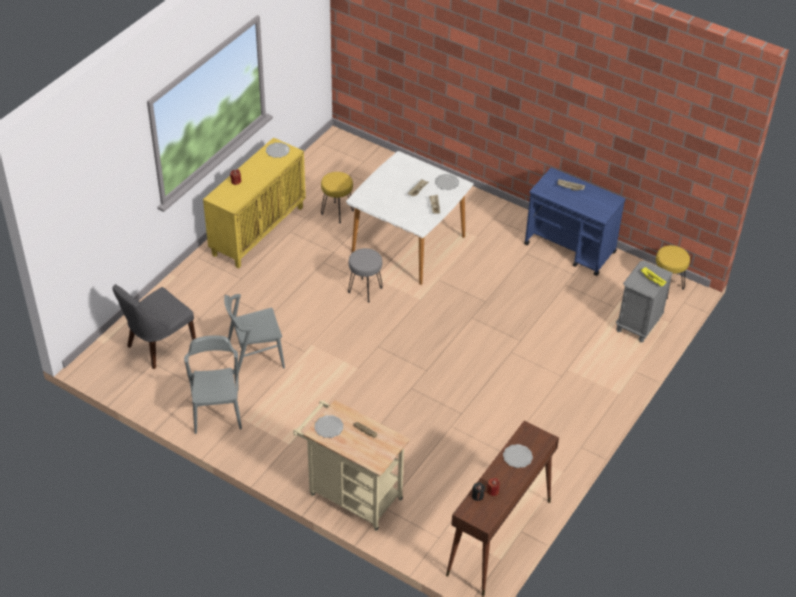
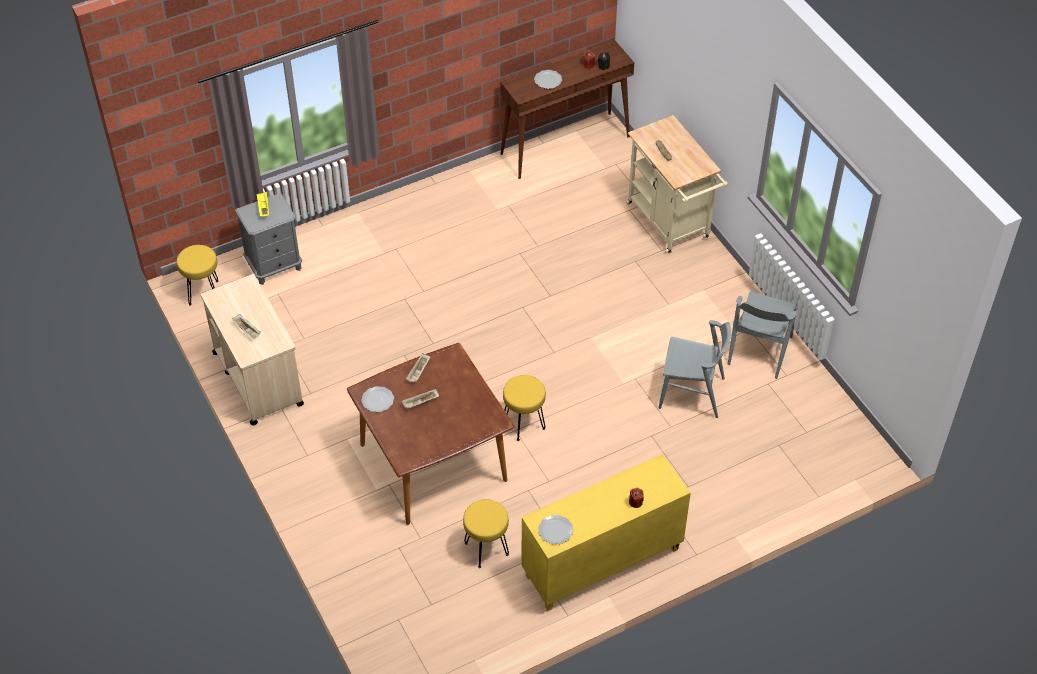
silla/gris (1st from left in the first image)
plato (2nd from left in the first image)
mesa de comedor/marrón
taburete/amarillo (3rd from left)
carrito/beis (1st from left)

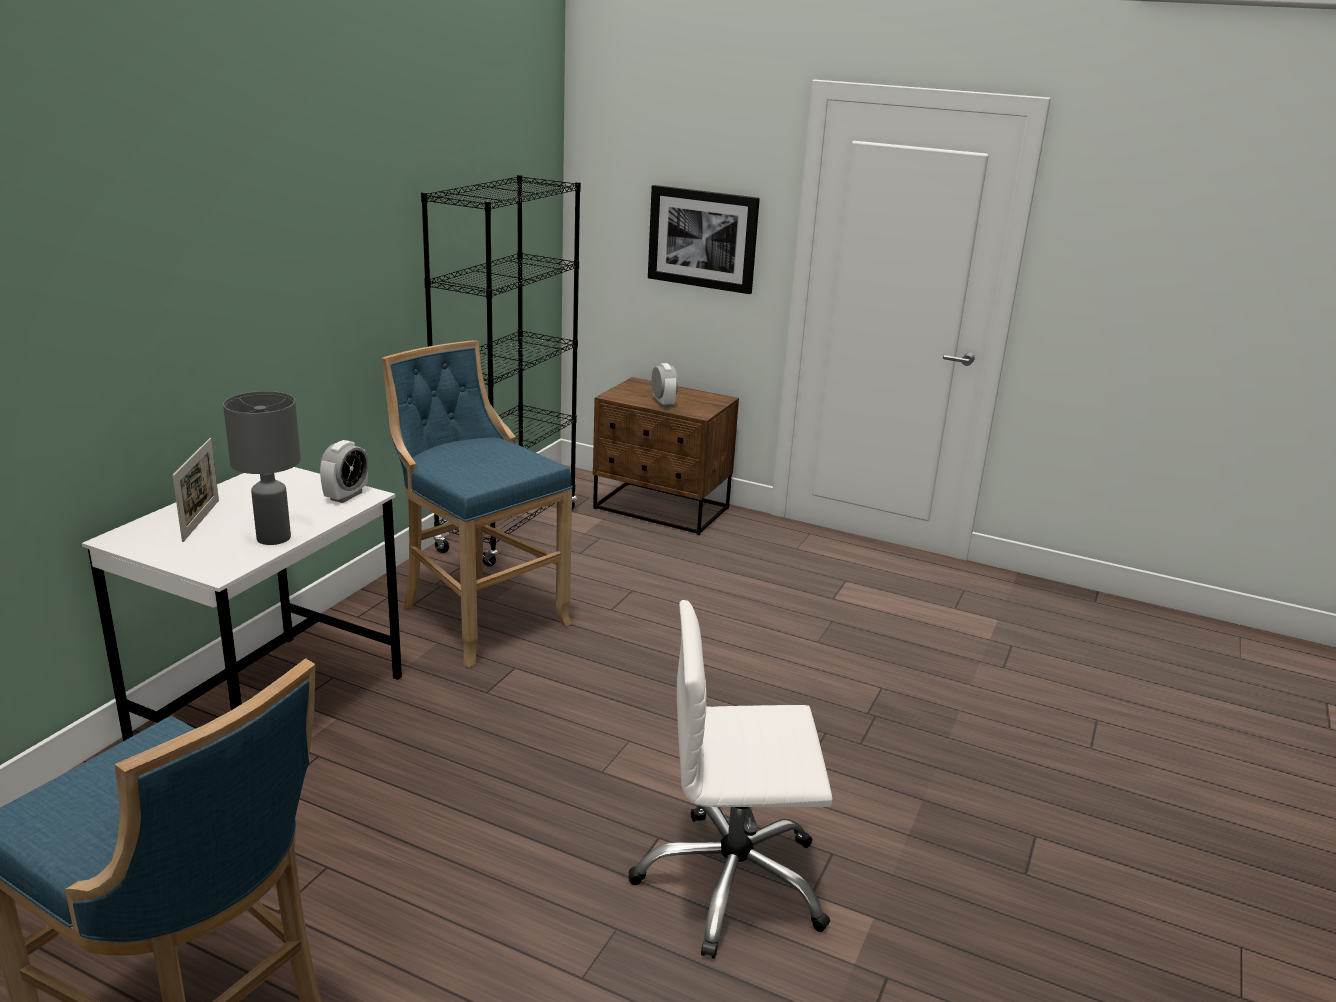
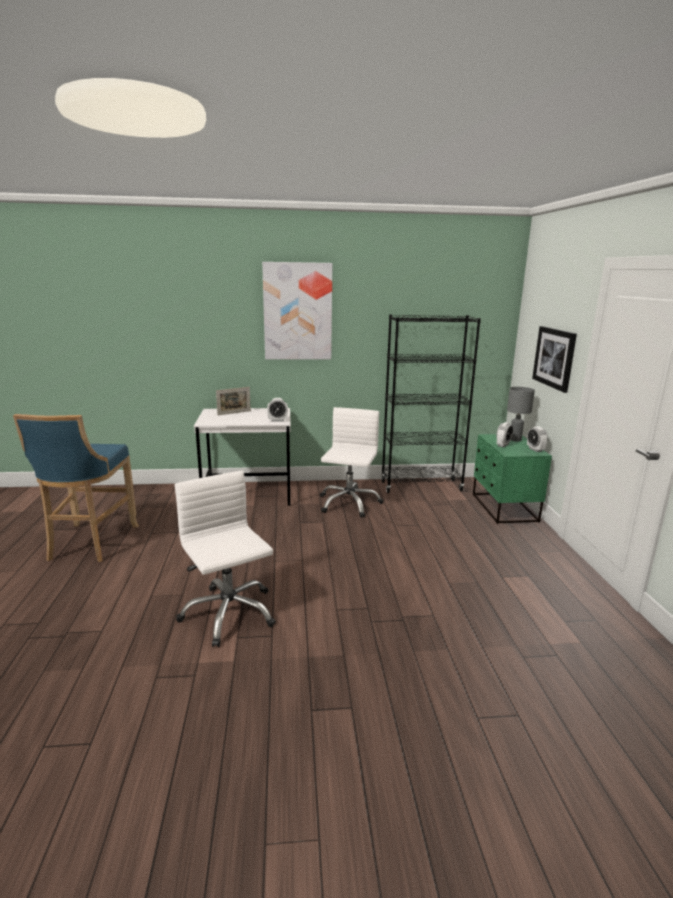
lámpara de mesa/gris
silla de oficina/blanco (2nd from left)
mesita de noche/verde
cuadro (1st from left)
despertador (3rd from left)

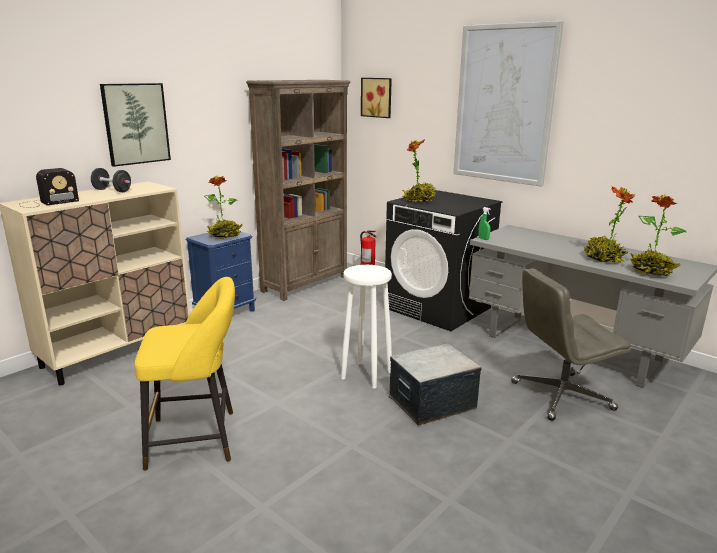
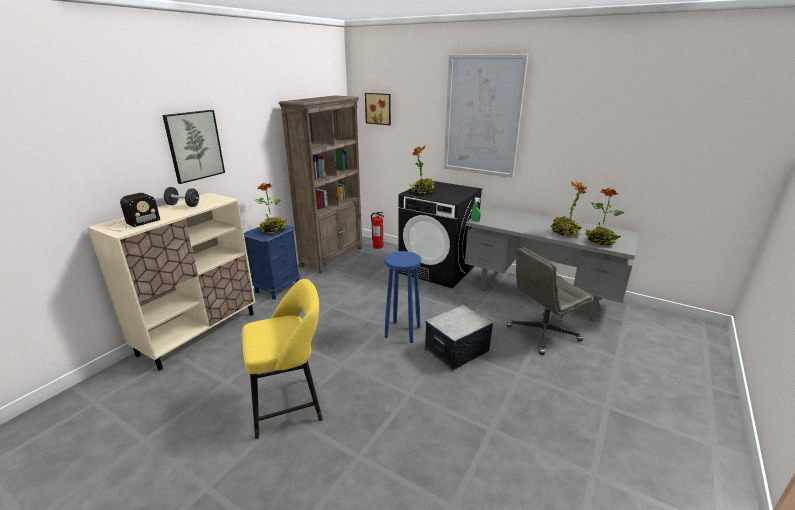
taburete/azul

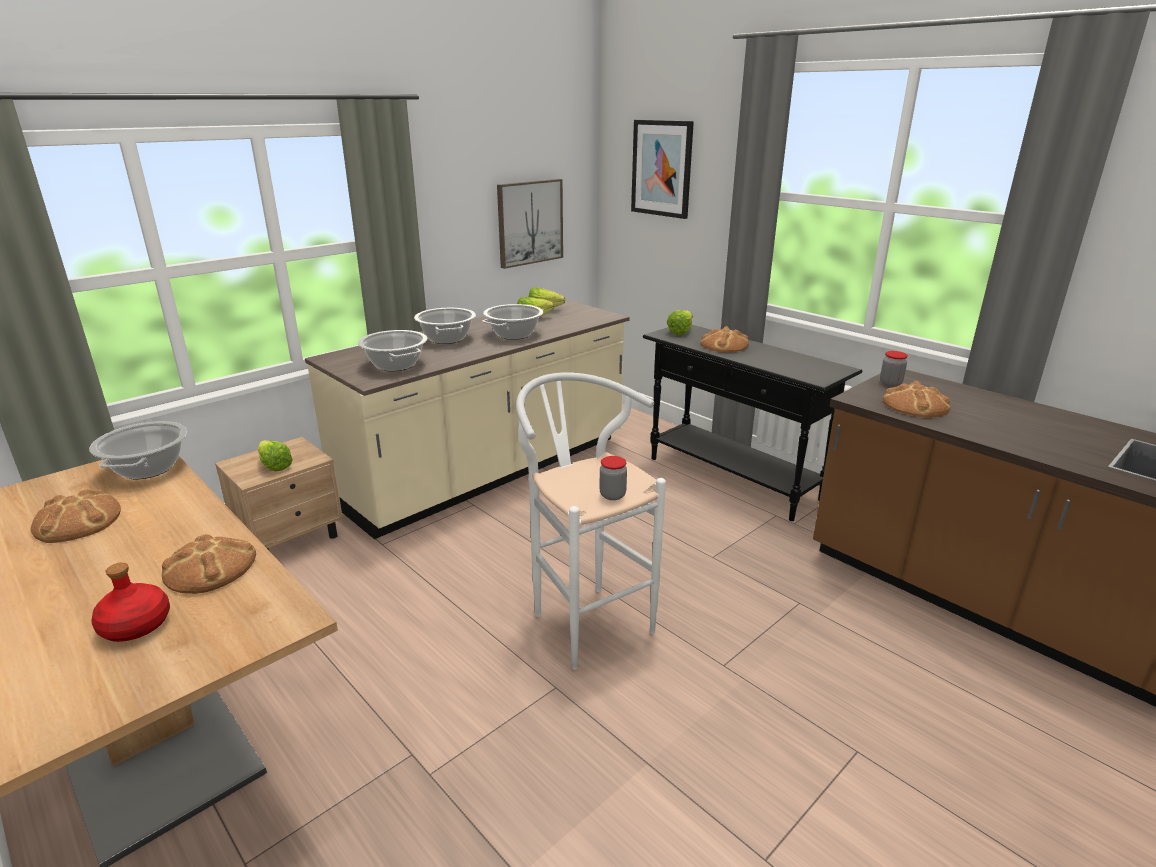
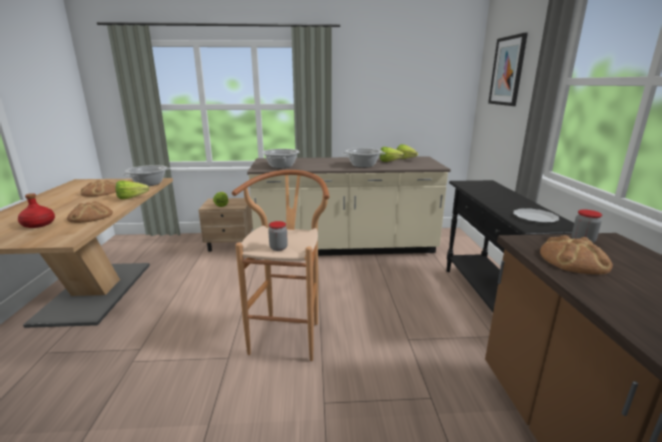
olla (3rd from left in the first image)
cuadro (1st from left in the first image)
taburete/marrón
lechuga (1st from left)
pan (3rd from left in the first image)
plato

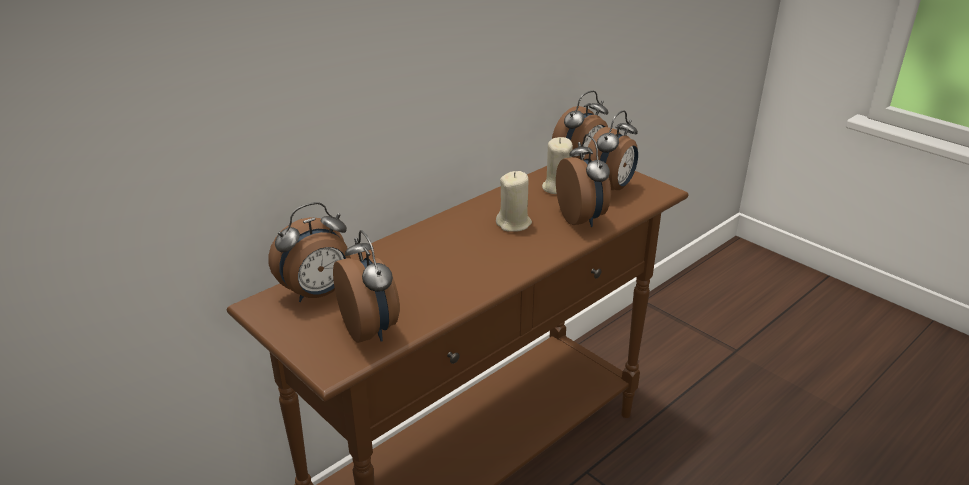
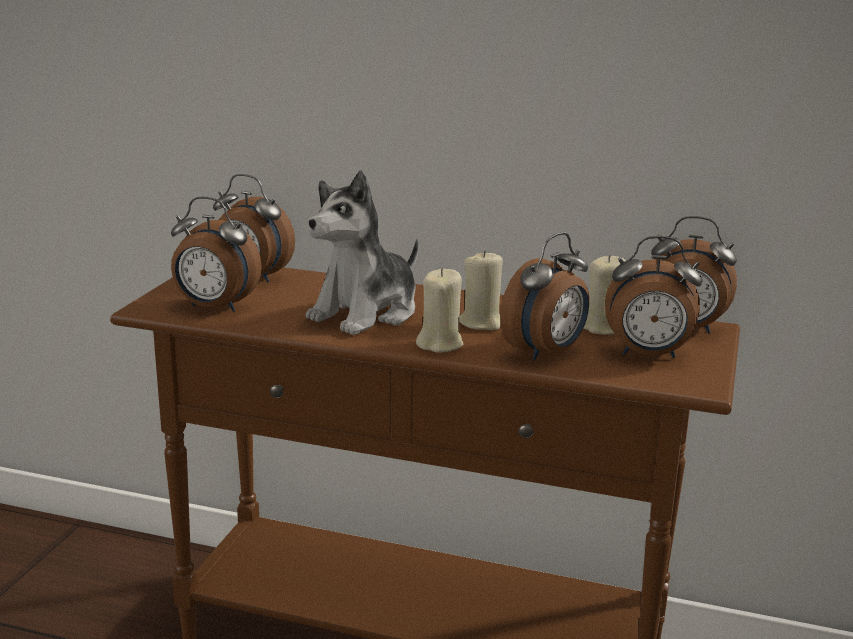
despertador (1st from left)
peluche
vela/beis (1st from left)

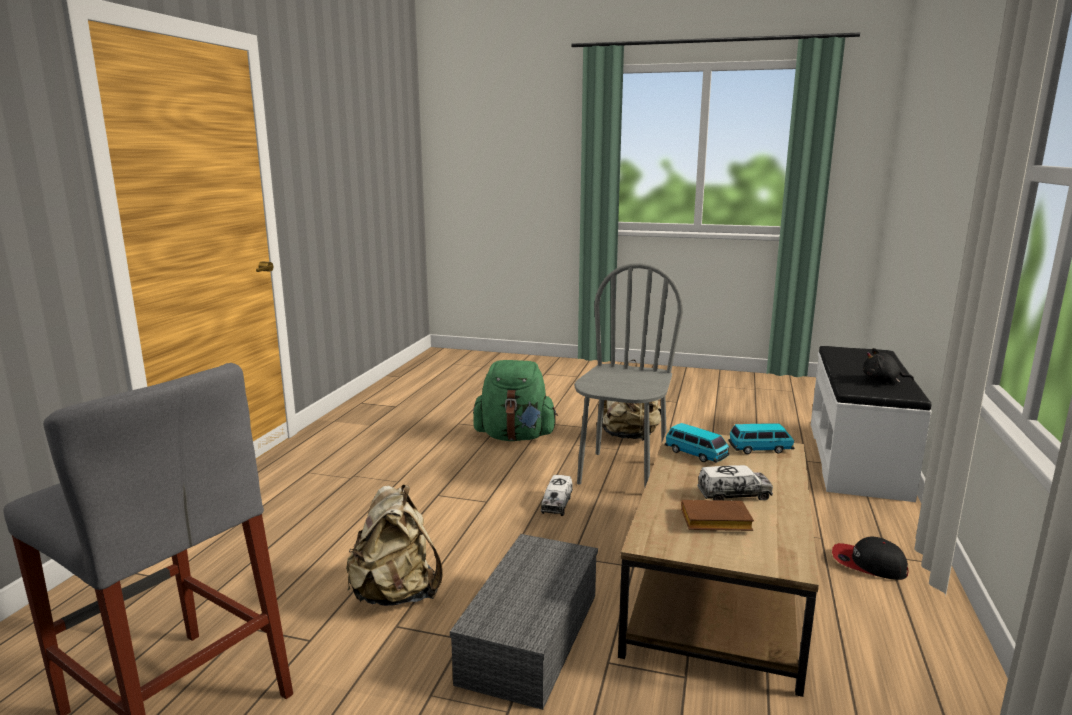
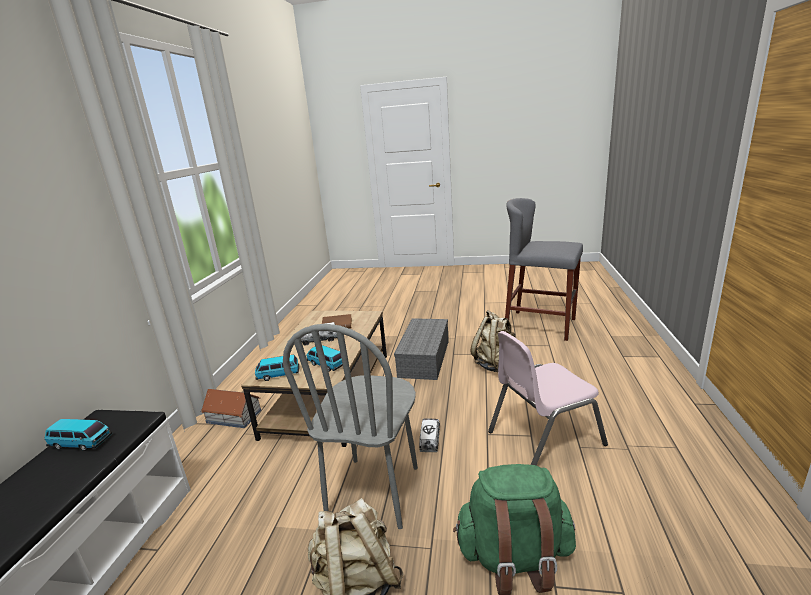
casita
coche de juguete (1st from left)
silla/rosa

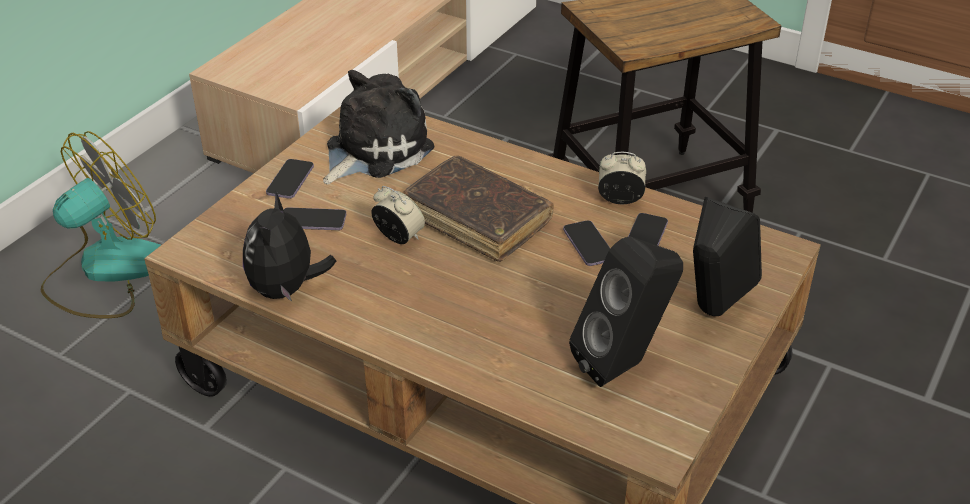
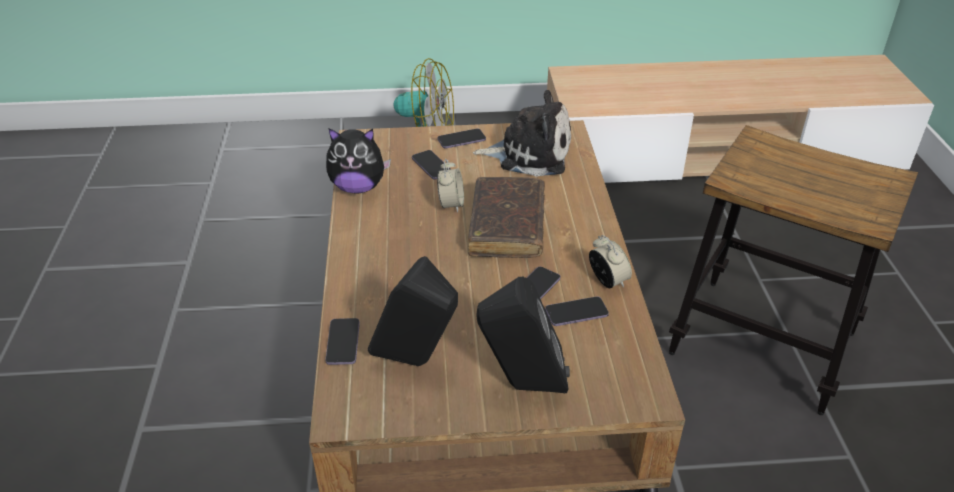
peluche (1st from left)
móvil (1st from left)

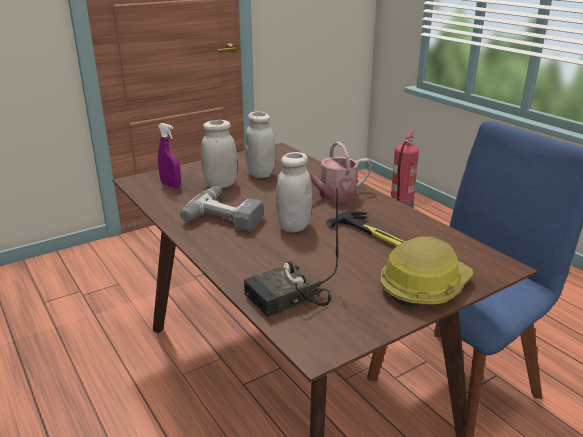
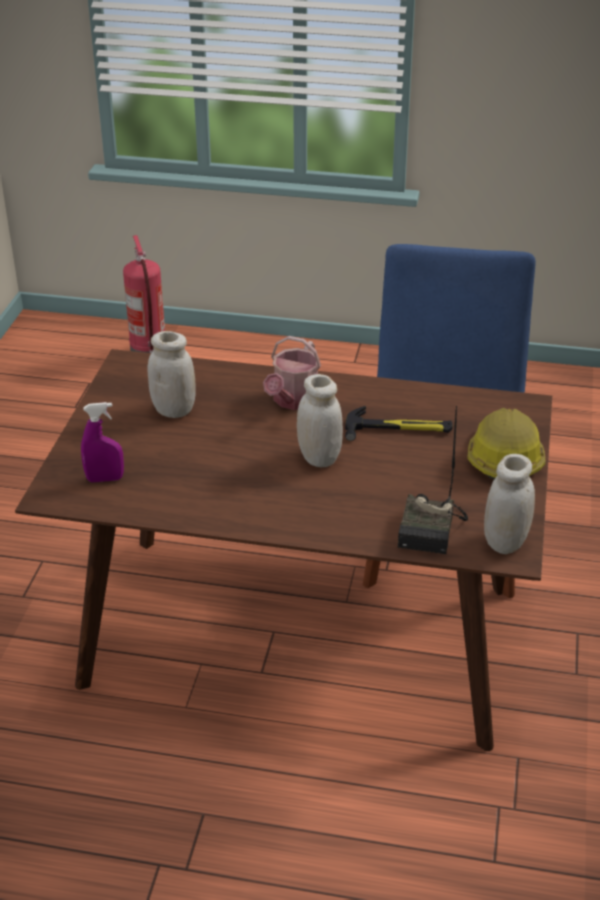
taladro
tarro/blanco (3rd from left)

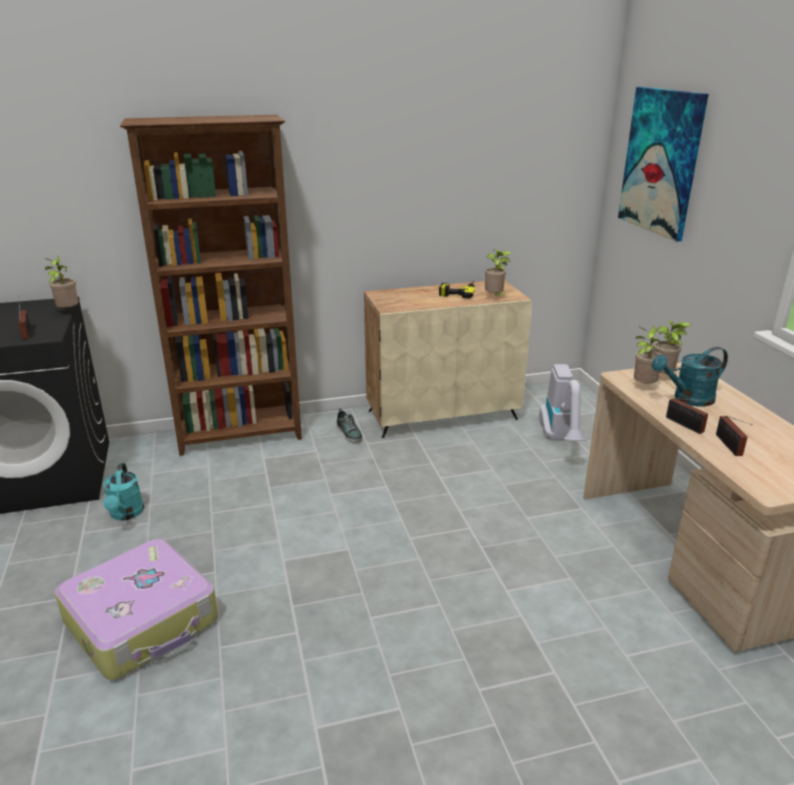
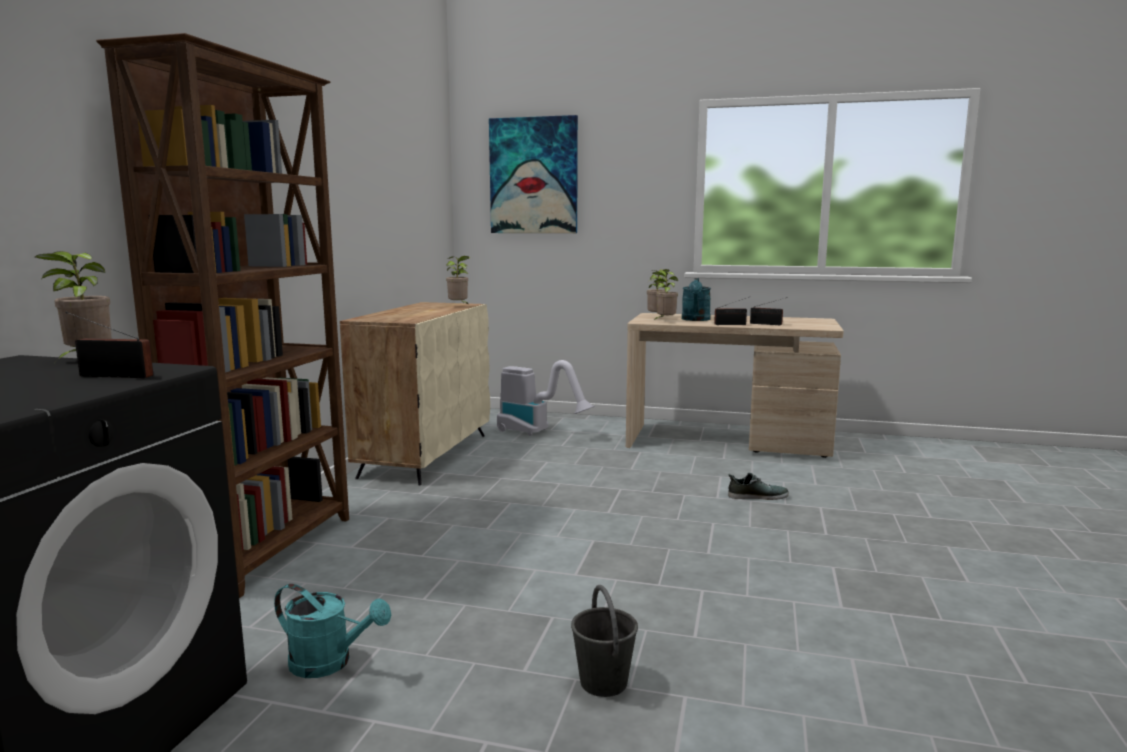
cubo/gris
zapato
taladro

